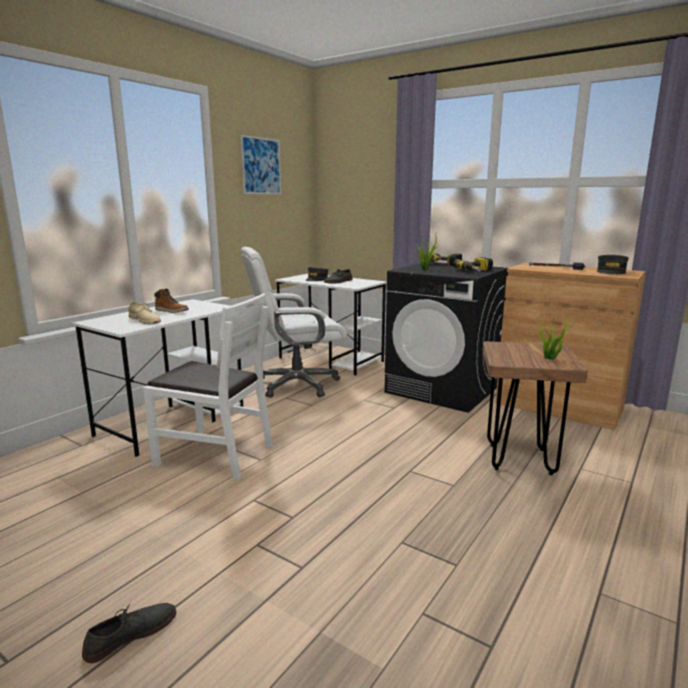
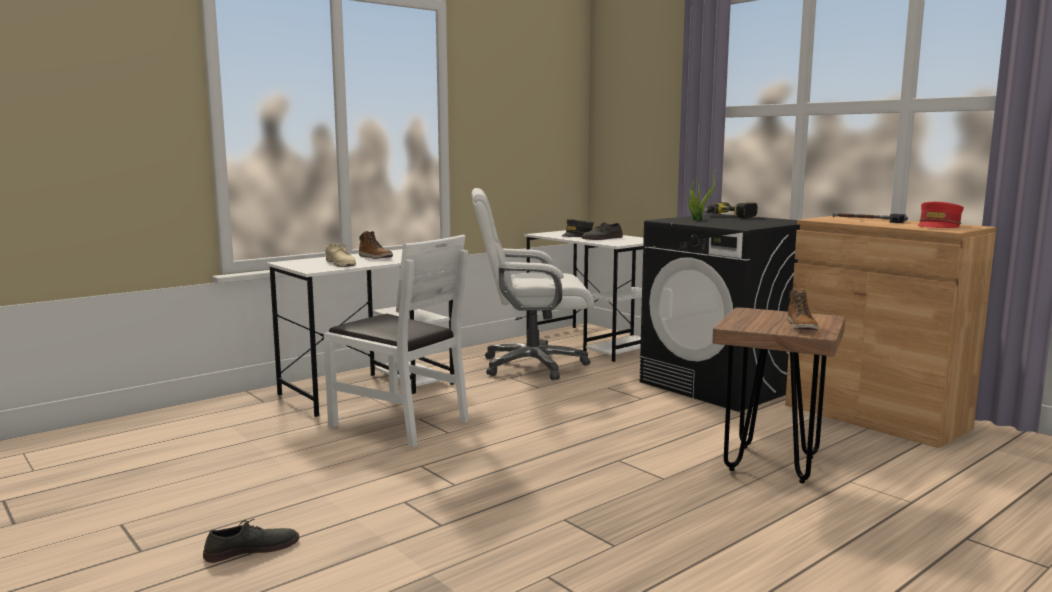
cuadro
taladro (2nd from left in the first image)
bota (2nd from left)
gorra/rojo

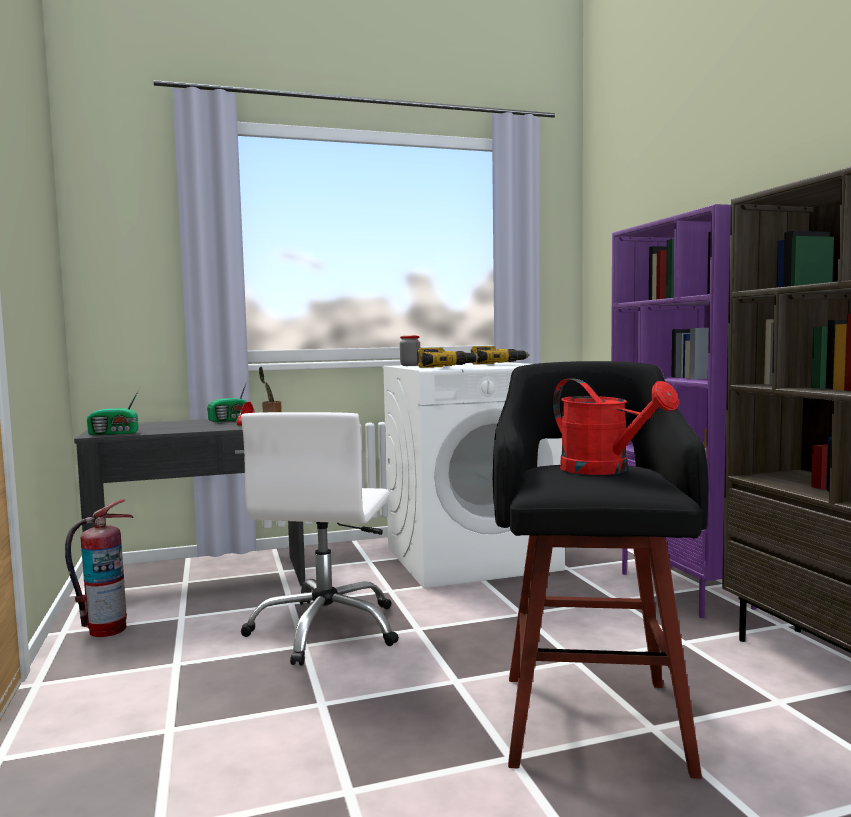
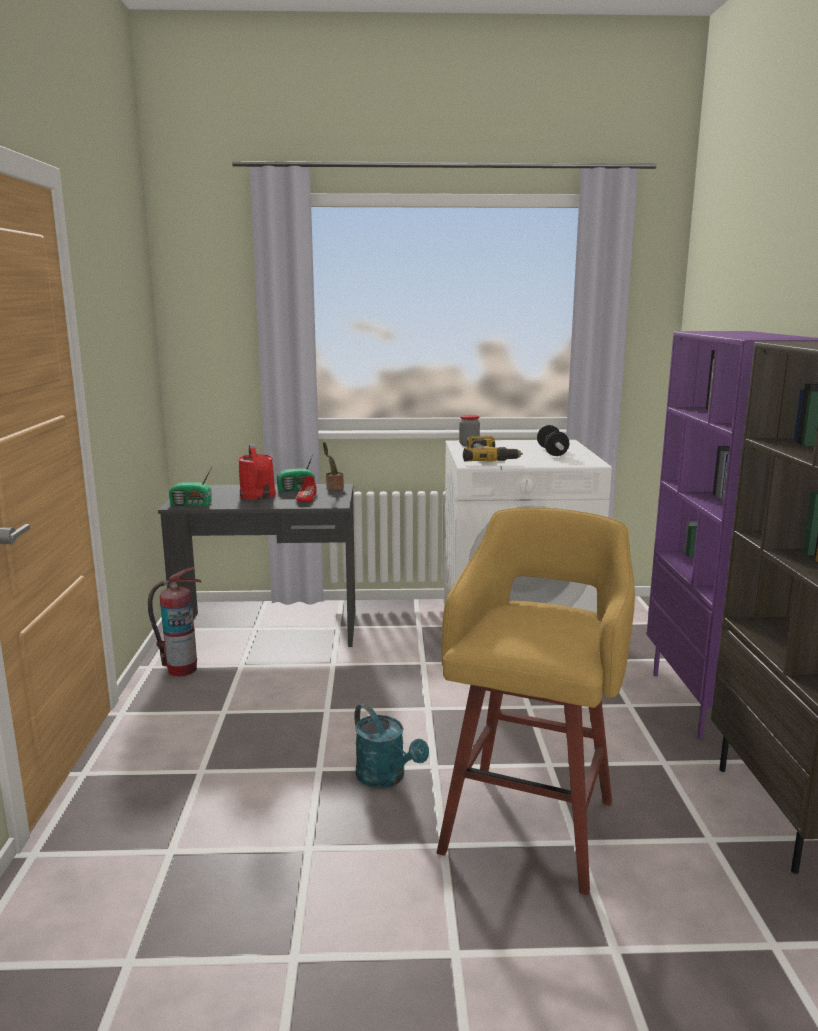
silla de oficina/blanco
mancuerna
taburete/amarillo
regadera/rojo
regadera/turquesa

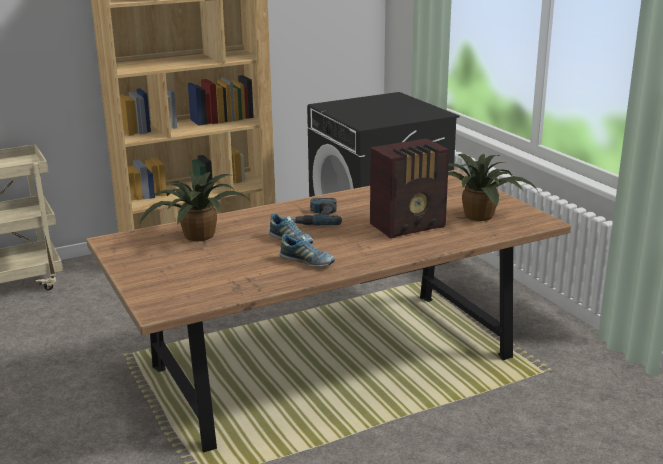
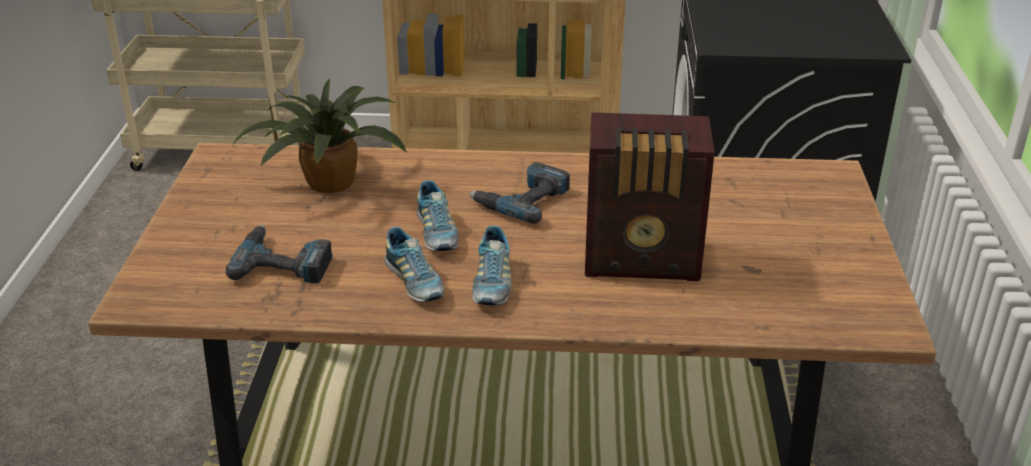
planta en maceta (2nd from left in the first image)
taladro (1st from left)
zapato (3rd from left)

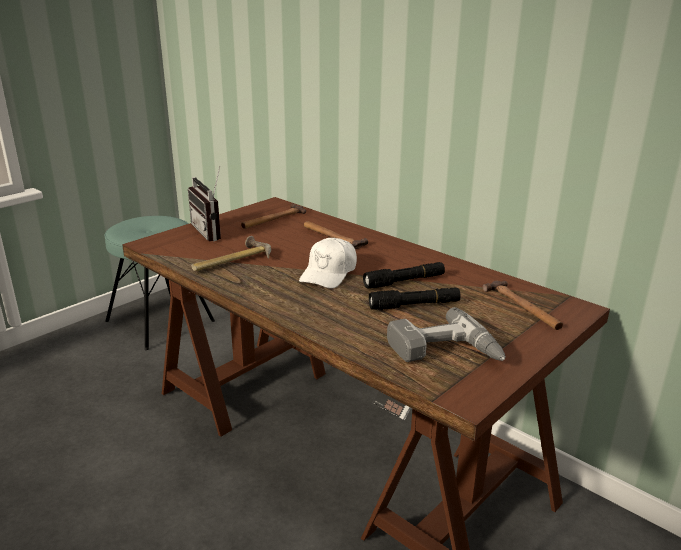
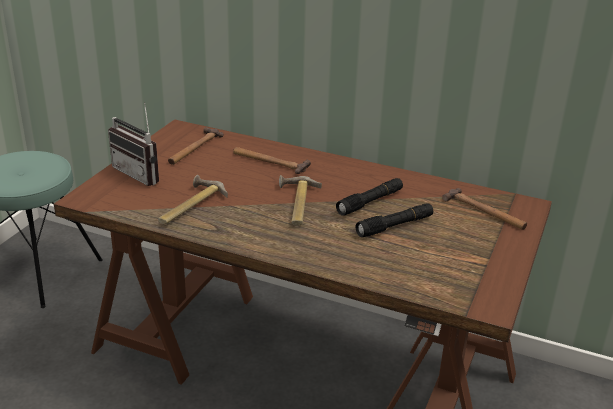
martillo (4th from left)
taladro

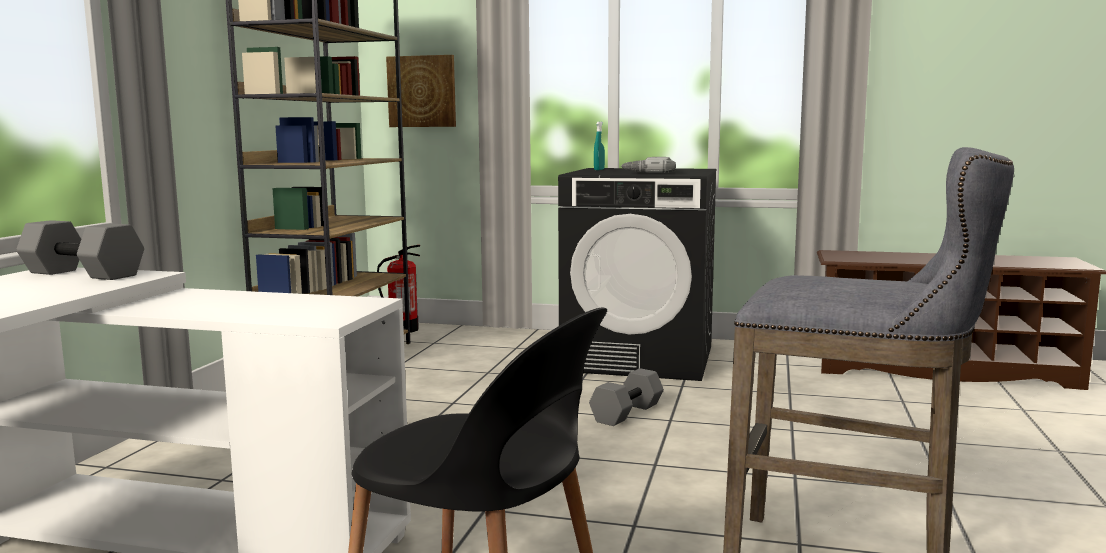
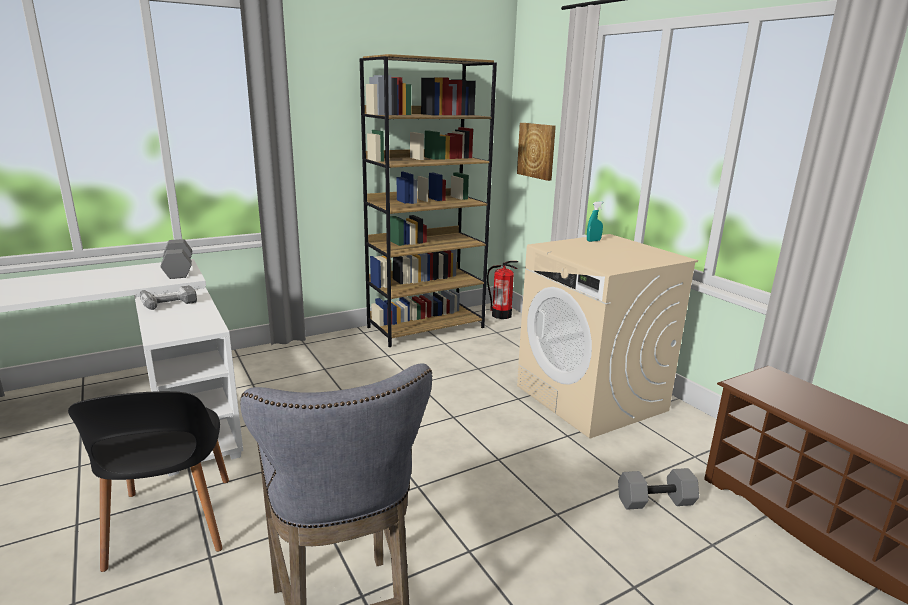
lavadora/beis
mancuerna/gris (2nd from left)
taladro

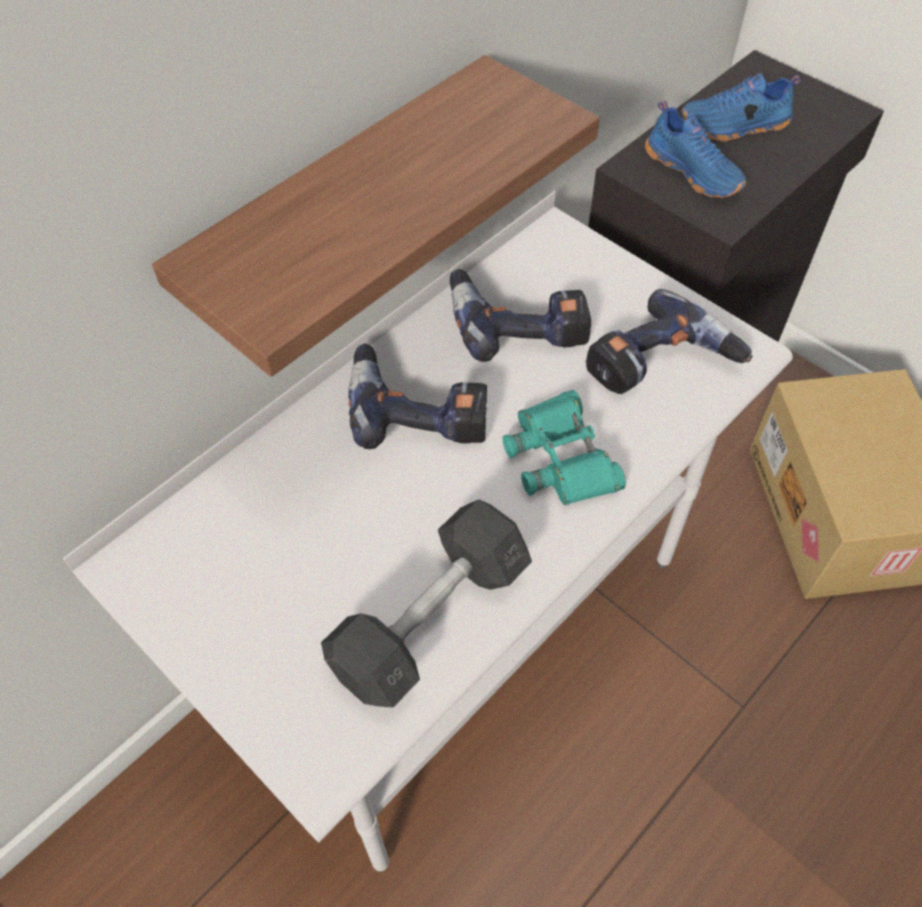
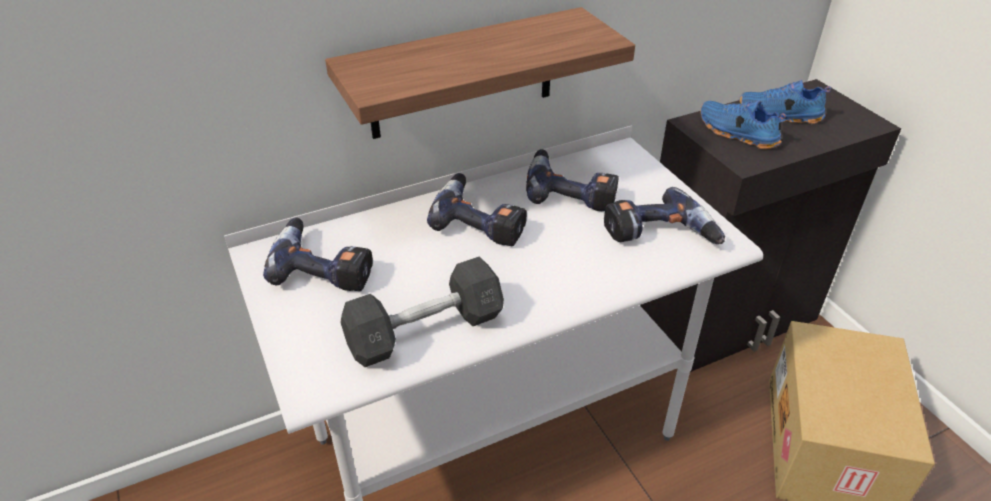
prismáticos/turquesa
zapato/azul (1st from left)
taladro (1st from left)

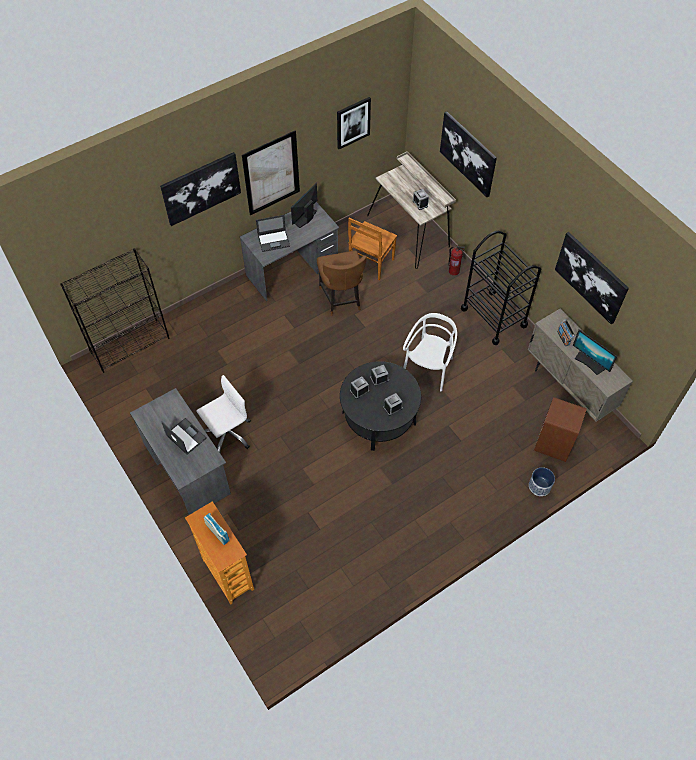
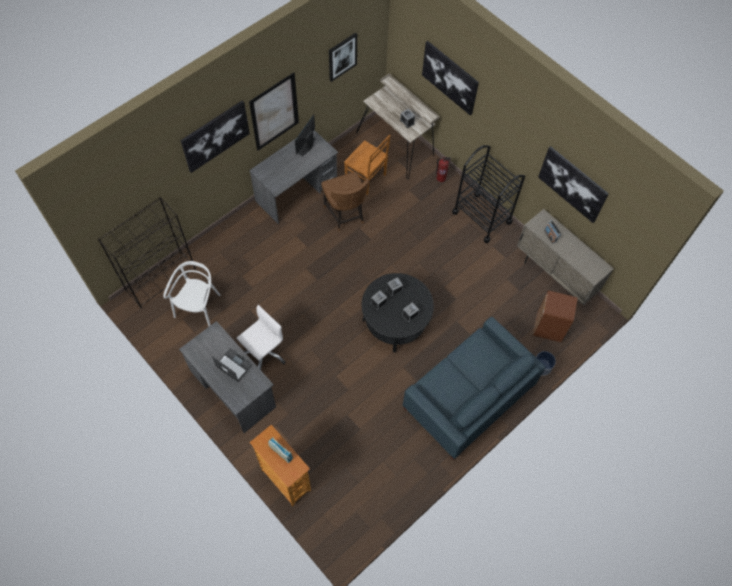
portátil (2nd from left in the first image)
silla/marrón (2nd from left)
silla/blanco
monitor (2nd from left in the first image)
sofá/azul

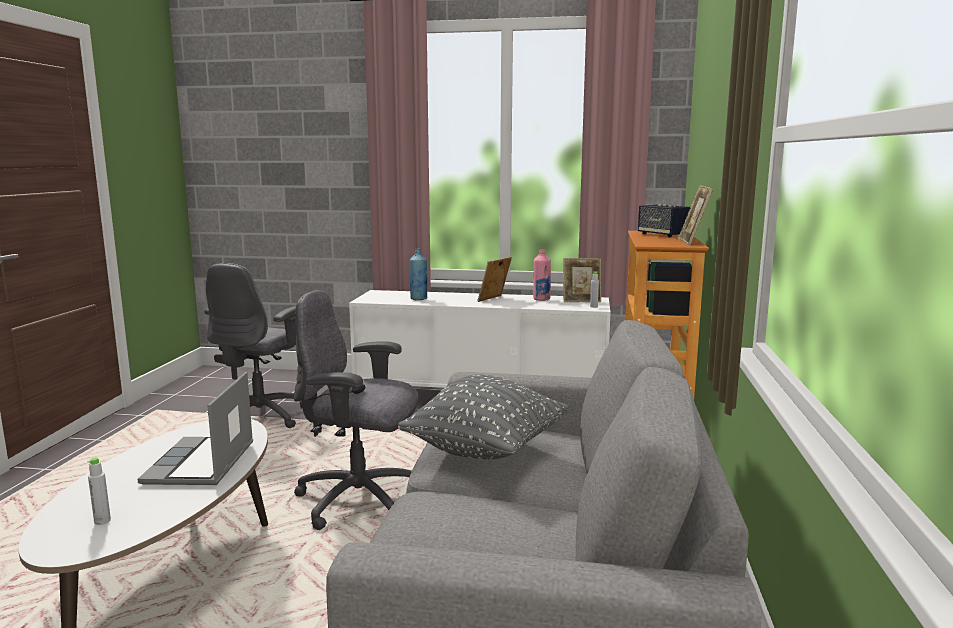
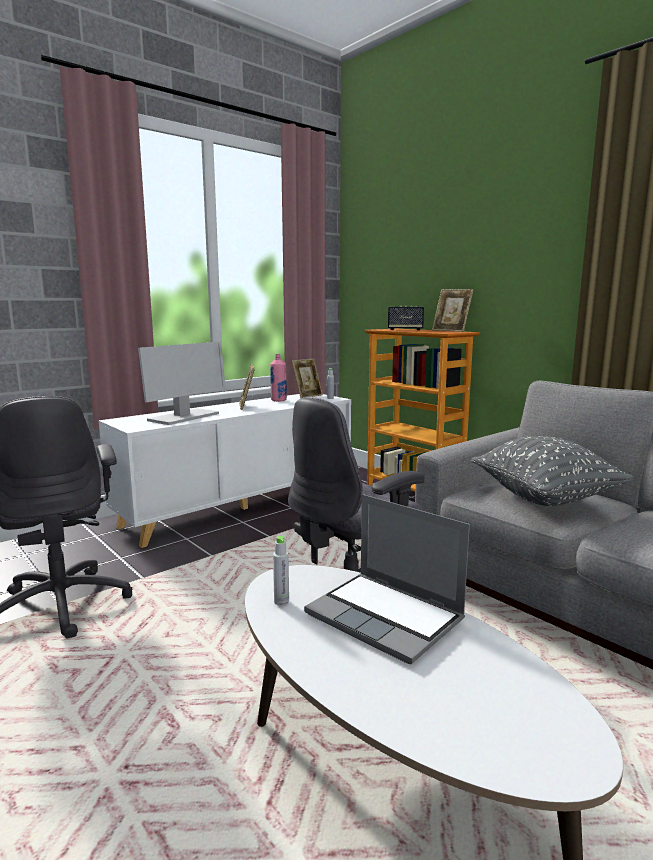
botella/gris (1st from left)
monitor

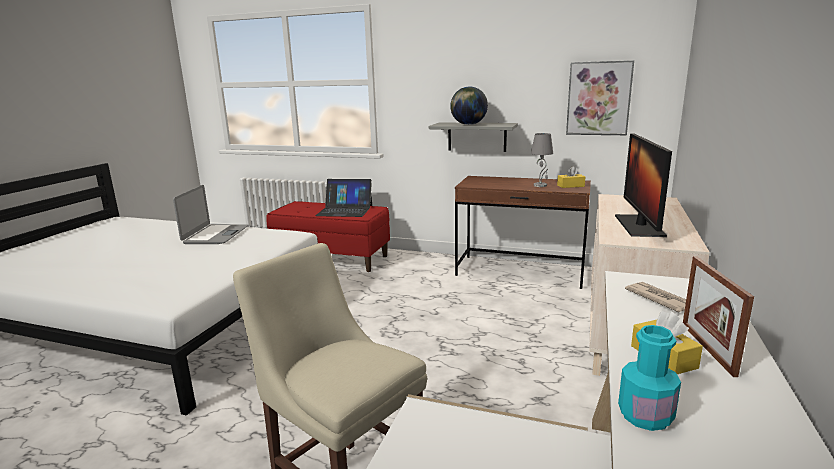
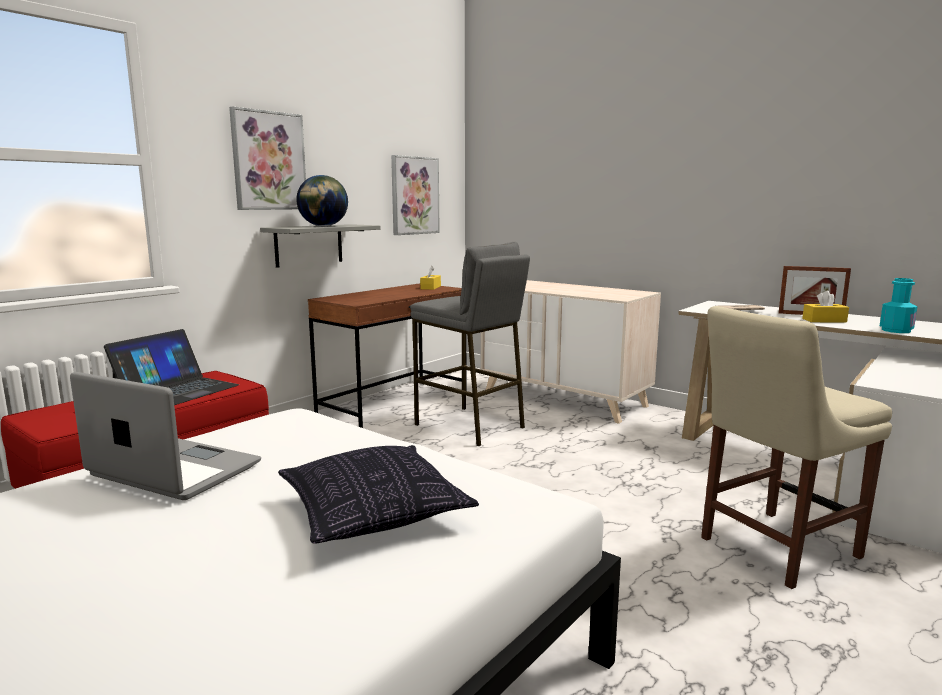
lámpara de mesa/gris
monitor
cuadro (1st from left)
cojín
taburete/gris

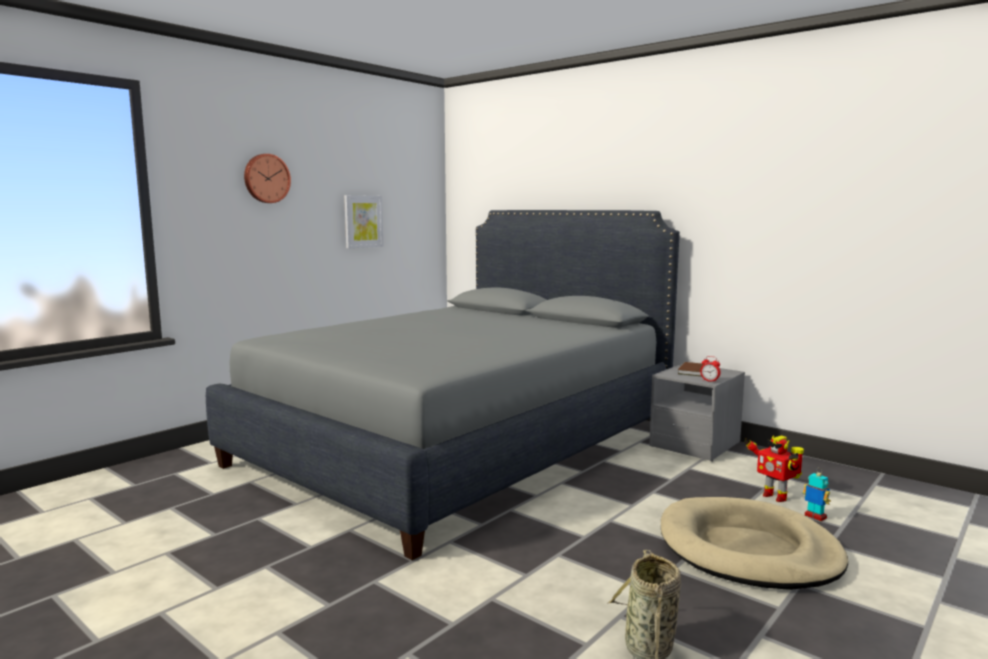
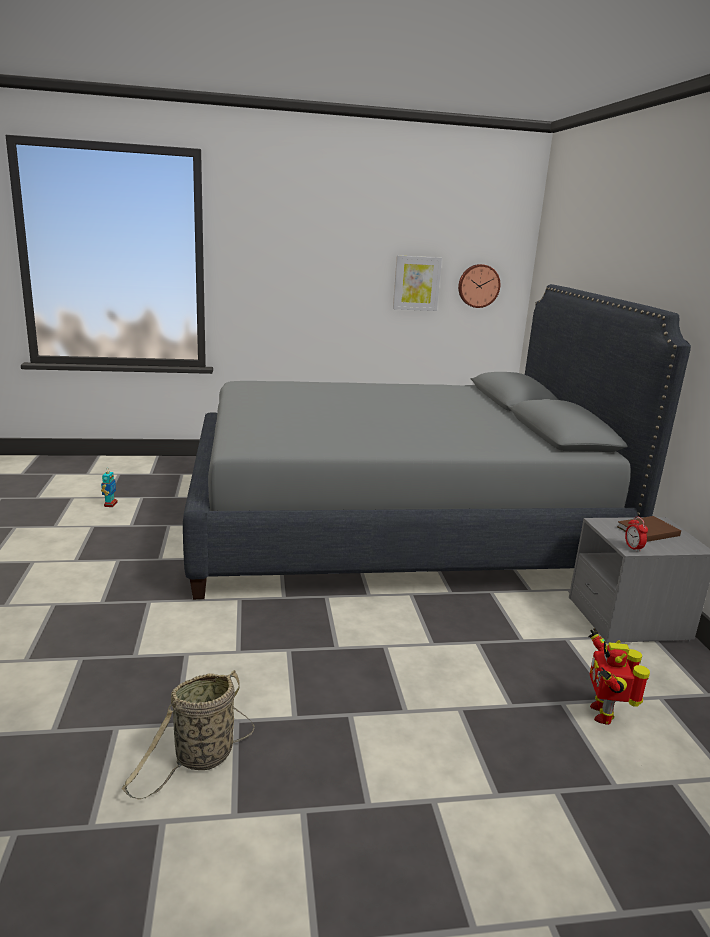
reloj de pared
cama para perro/beis
robot de juguete (1st from left)

